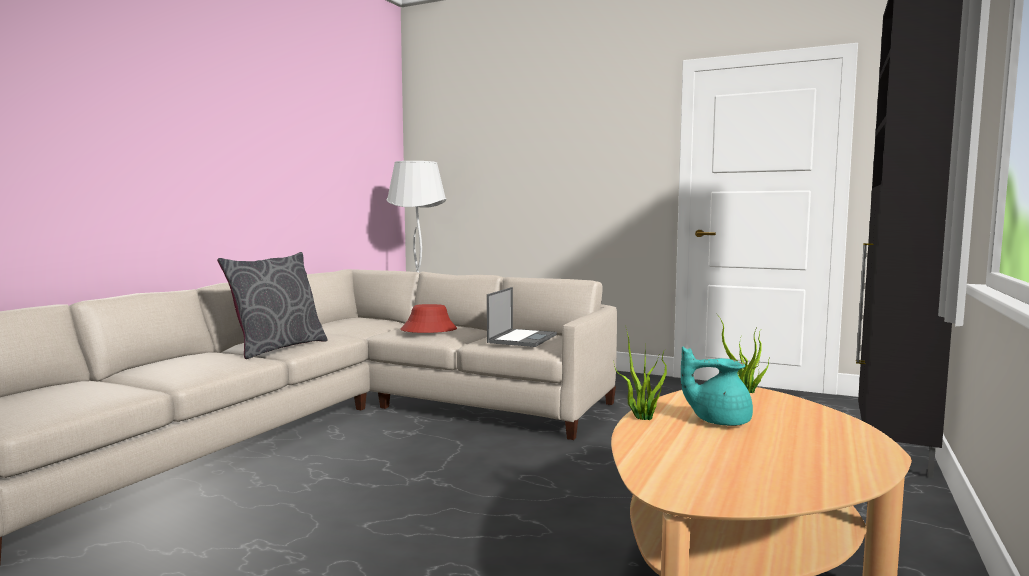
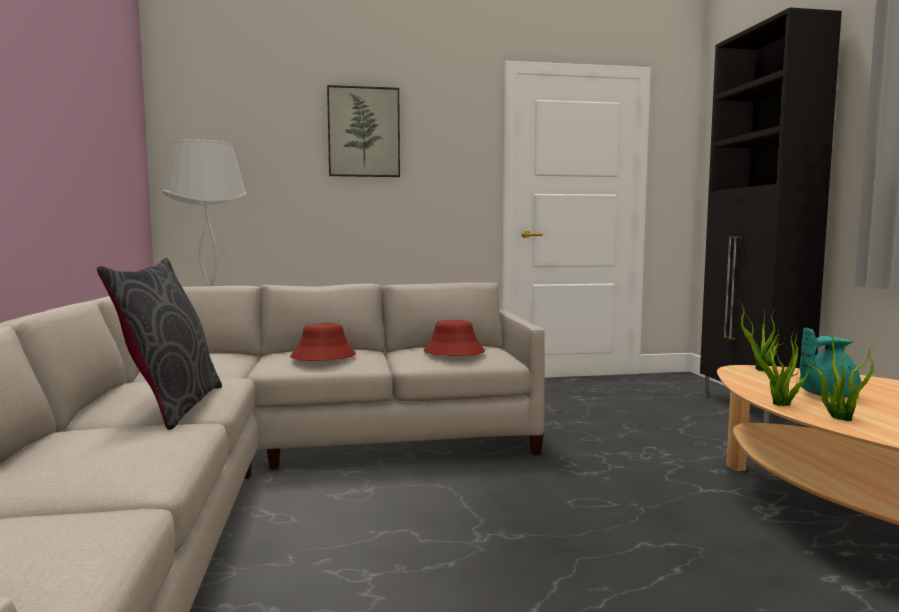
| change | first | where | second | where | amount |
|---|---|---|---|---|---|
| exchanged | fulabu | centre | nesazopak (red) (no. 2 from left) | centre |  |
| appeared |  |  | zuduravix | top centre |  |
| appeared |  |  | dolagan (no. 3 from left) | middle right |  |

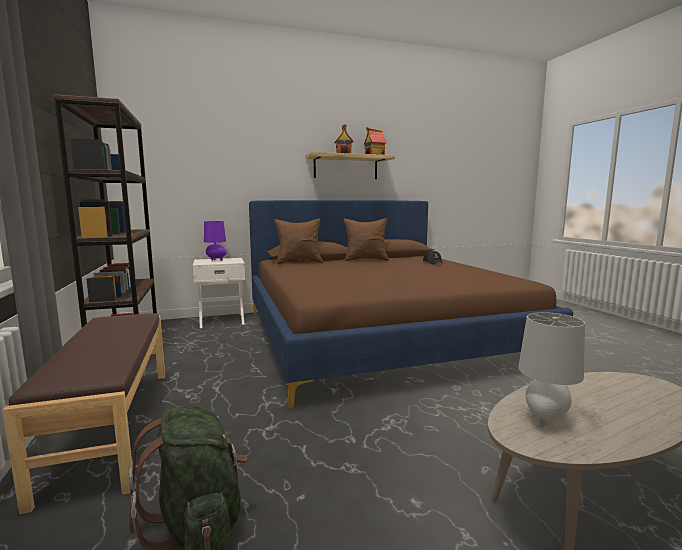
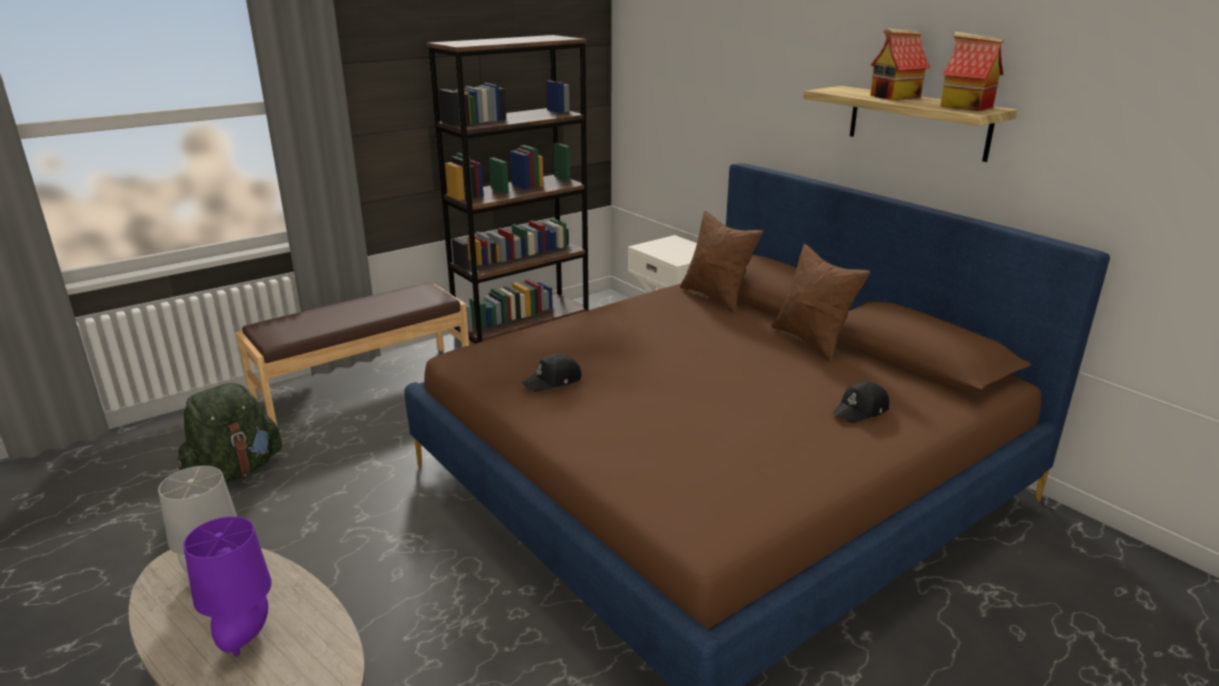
| change | first | where | second | where | amount |
|---|---|---|---|---|---|
| relocated | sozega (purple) | middle left |  | bottom left |  |
| appeared |  |  | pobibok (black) (no. 1 from left) | centre |  |

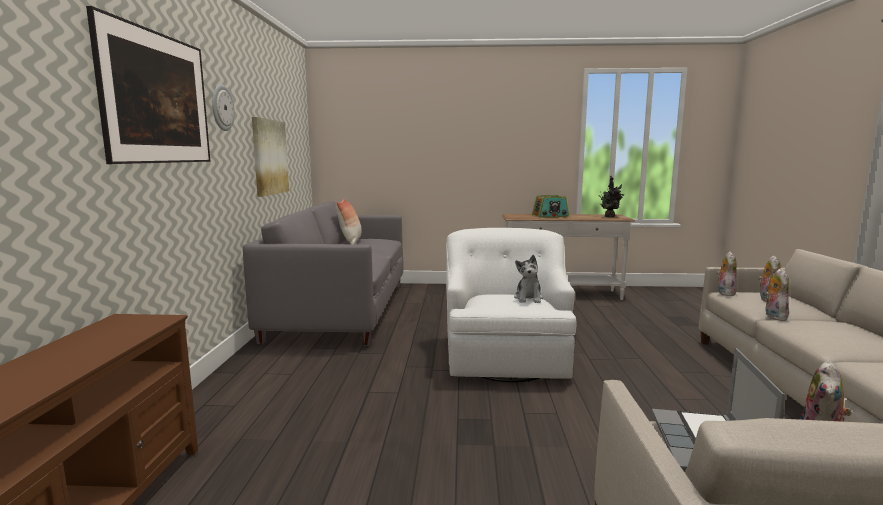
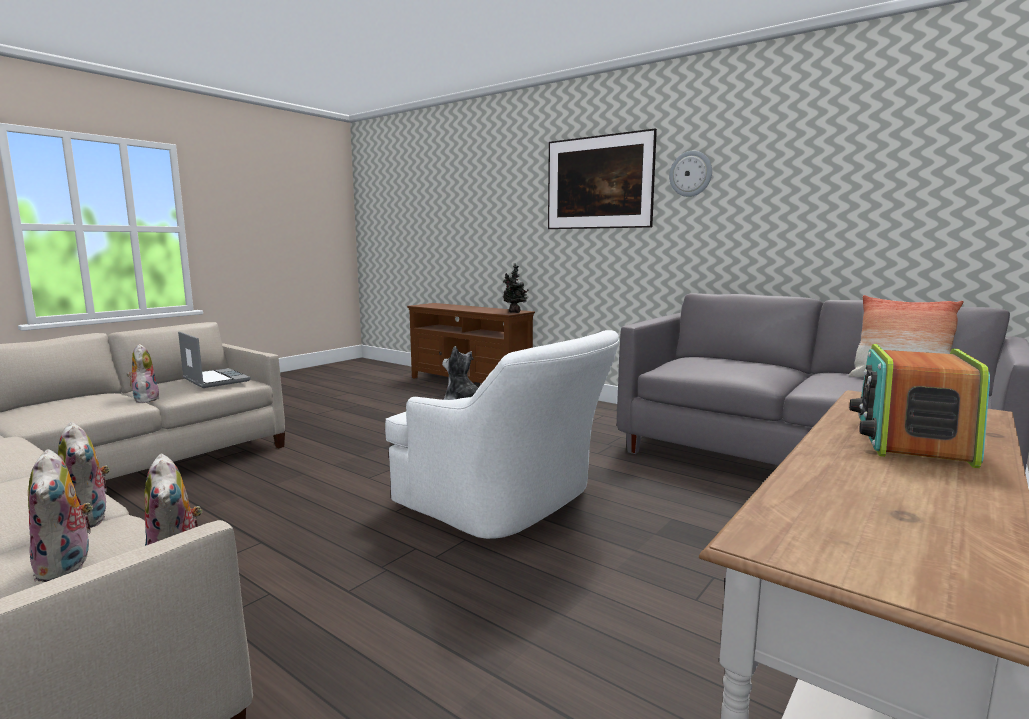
| change | first | where | second | where | amount |
|---|---|---|---|---|---|
| missing | zuduravix (no. 2 from left) | top left |  |  |  |
| relocated | dolagan | middle right |  | centre |  |

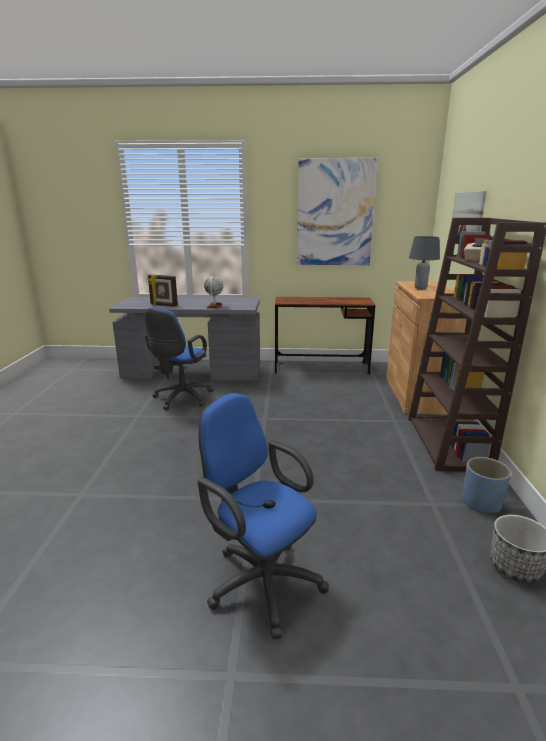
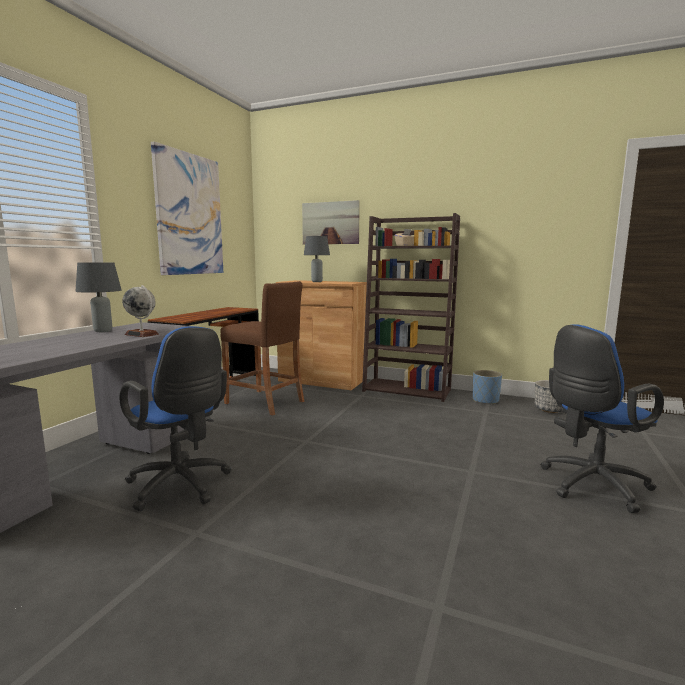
| change | first | where | second | where | amount |
|---|---|---|---|---|---|
| missing | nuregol | middle left |  |  |  |
| appeared |  |  | sozega (grey) (no. 1 from left) | middle left |  |
| appeared |  |  | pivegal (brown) | centre |  |

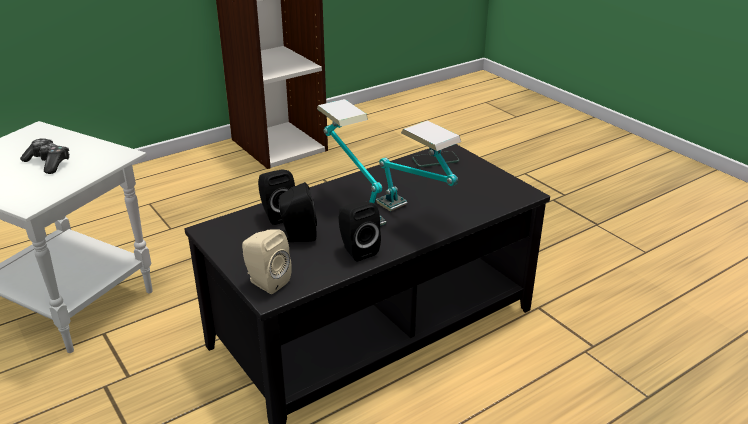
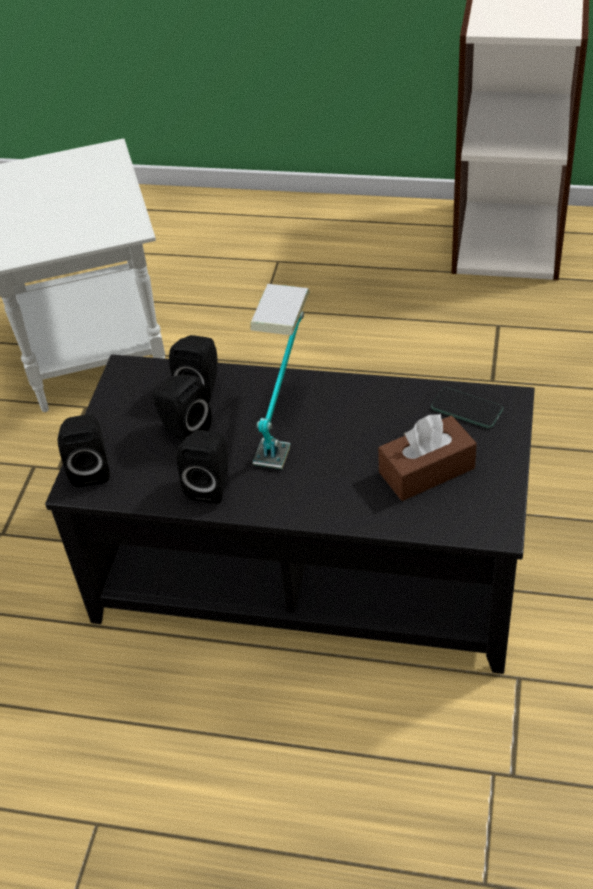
| change | first | where | second | where | amount |
|---|---|---|---|---|---|
| missing | sozega (no. 2 from left) | centre |  |  |  |
| missing | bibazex | middle left |  |  |  |
| colour | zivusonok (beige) | centre | zivusonok (black) (no. 1 from left) | middle left |  |
| appeared |  |  | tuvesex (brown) | middle right |  |

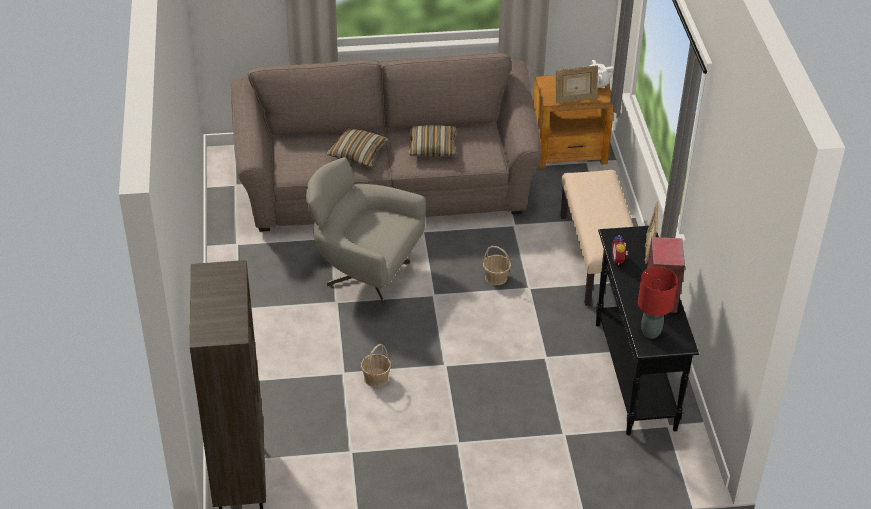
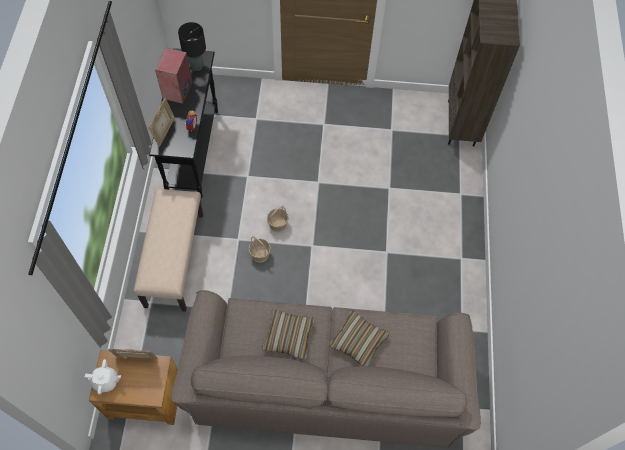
| change | first | where | second | where | amount |
|---|---|---|---|---|---|
| missing | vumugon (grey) | centre |  |  |  |
| colour | sozega (red) | middle right | sozega (black) | top left |  |
| relocated | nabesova (no. 1 from left in the first image) | bottom centre | nabesova (no. 2 from left) | centre |  |

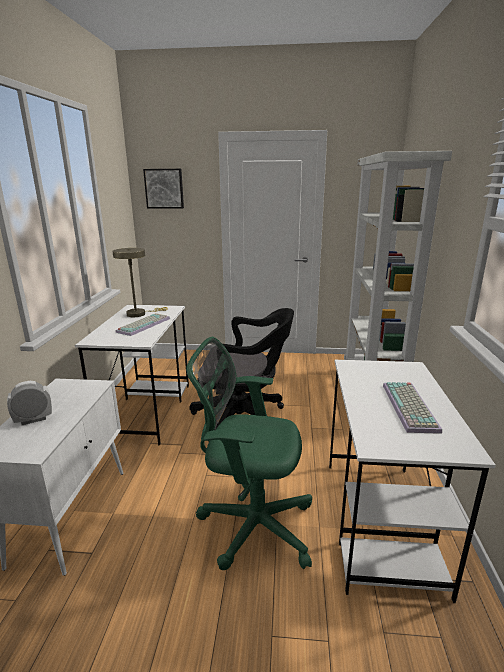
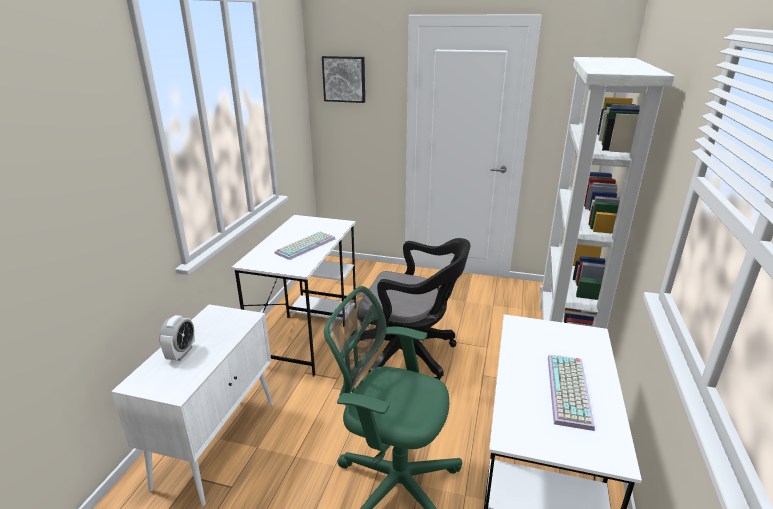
| change | first | where | second | where | amount |
|---|---|---|---|---|---|
| missing | sozega (beige) | middle left |  |  |  |
| spun | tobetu | middle left |  | middle left | 120 degrees clockwise |

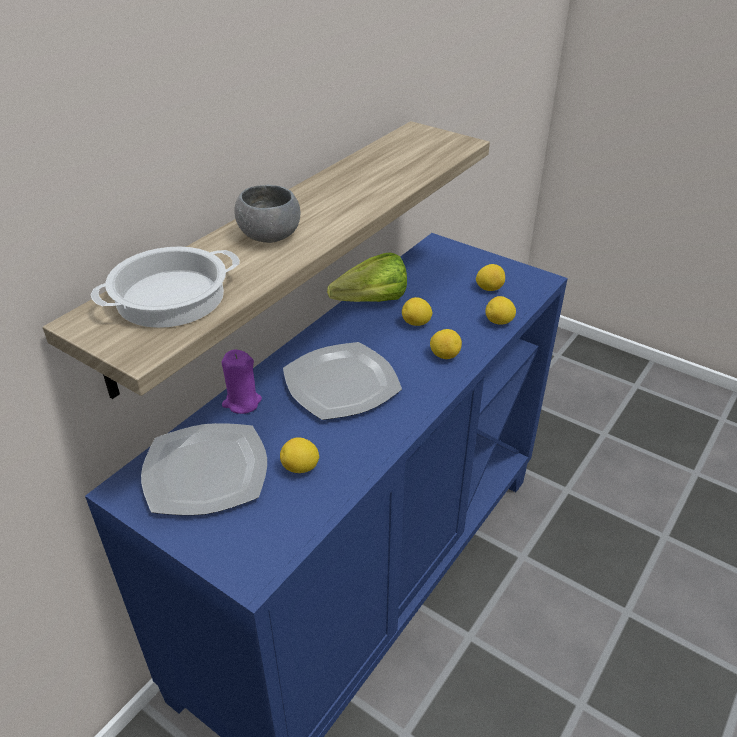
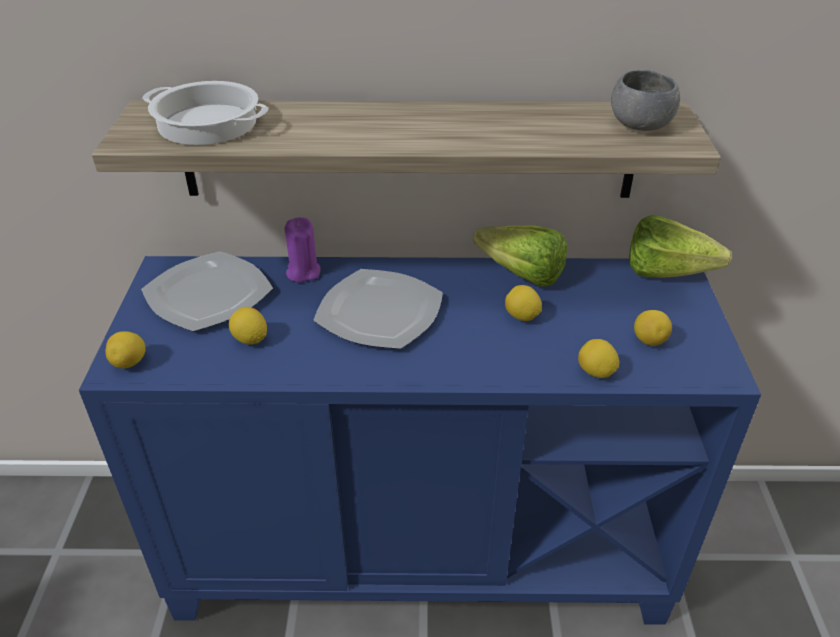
| change | first | where | second | where | amount |
|---|---|---|---|---|---|
| relocated | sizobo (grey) | top centre |  | top right |  |
| relocated | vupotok (no. 3 from left in the first image) | centre | vupotok (no. 1 from left) | middle left |  |
| appeared |  |  | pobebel (no. 2 from left) | middle right |  |

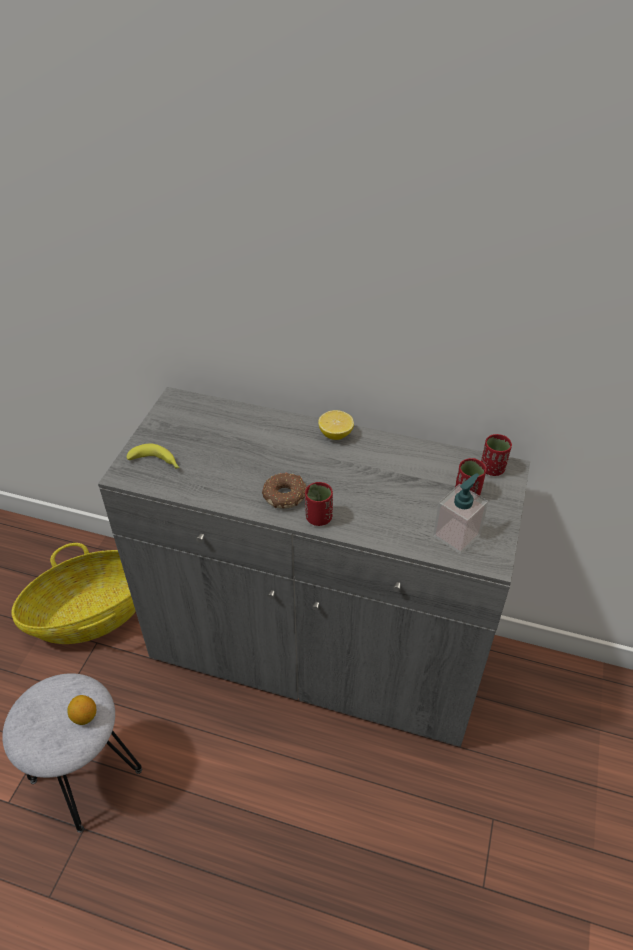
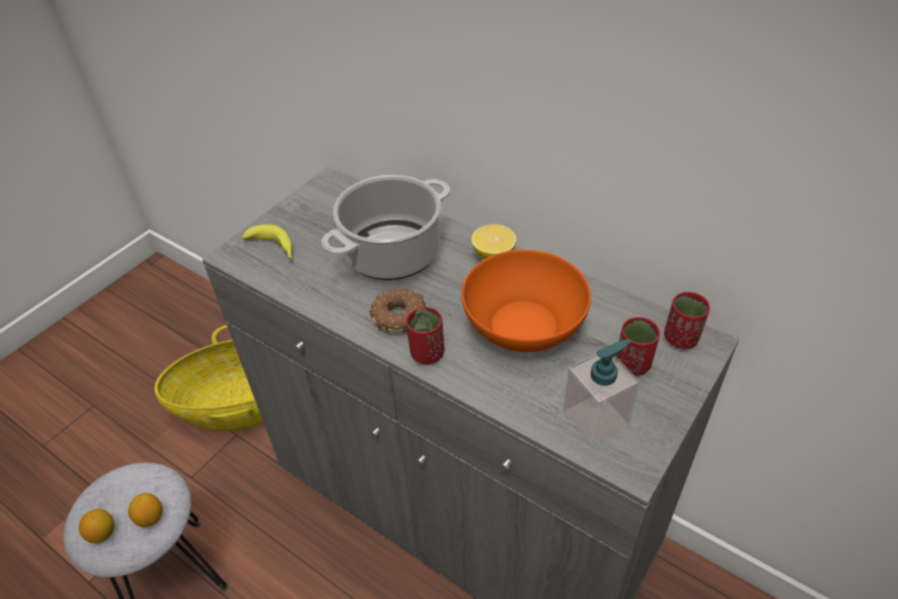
| change | first | where | second | where | amount |
|---|---|---|---|---|---|
| appeared |  |  | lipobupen | centre |  |
| appeared |  |  | sizobo (orange) | centre |  |
| appeared |  |  | vupotok (no. 1 from left) | bottom left |  |

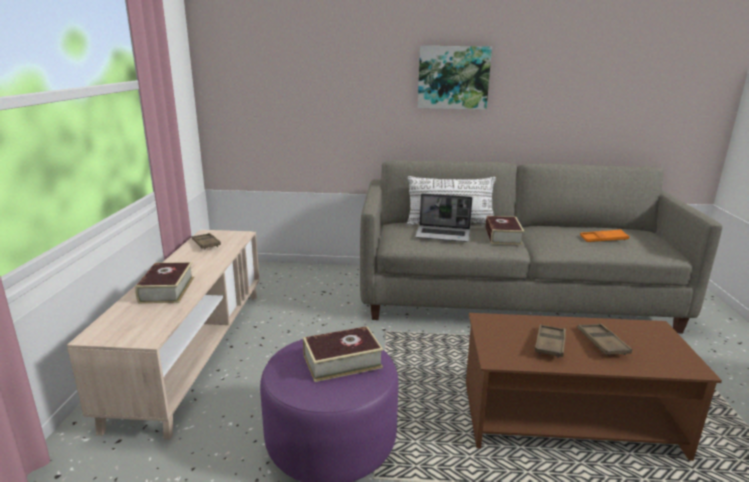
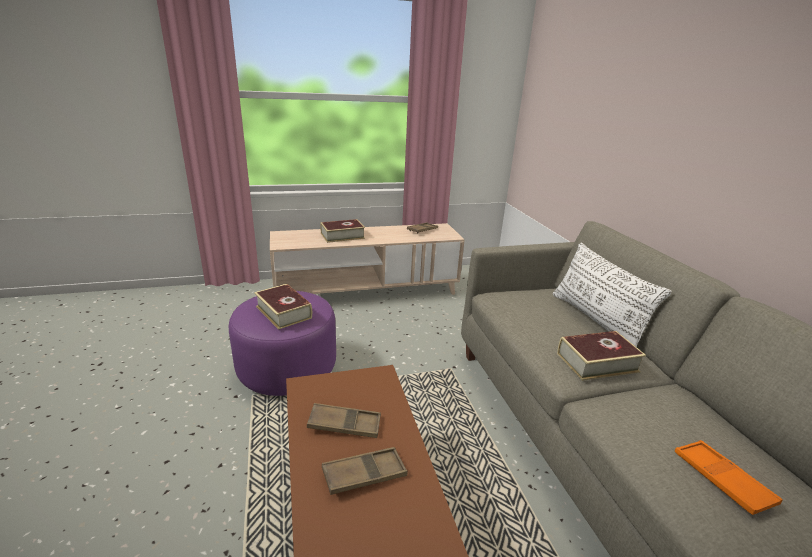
| change | first | where | second | where | amount |
|---|---|---|---|---|---|
| missing | zuduravix | top centre |  |  |  |
| missing | fulabu | centre |  |  |  |

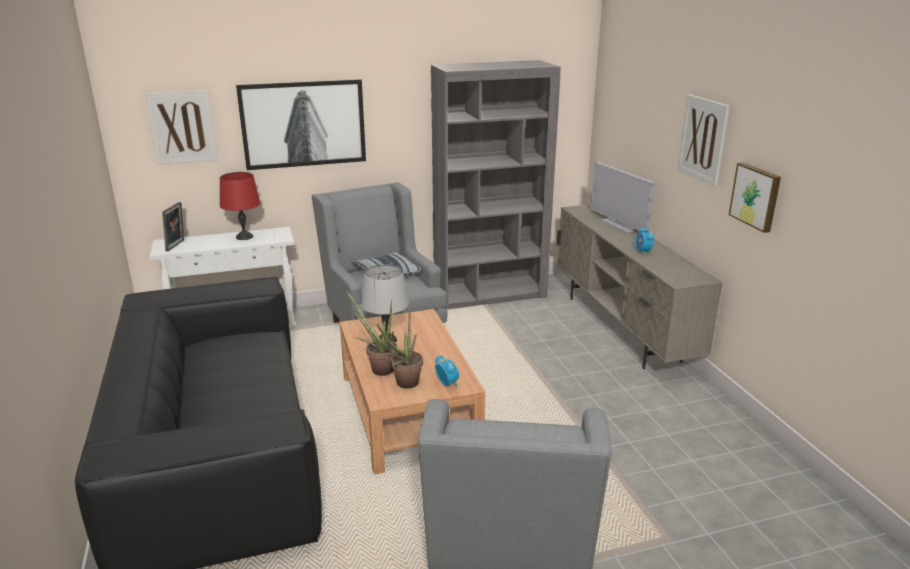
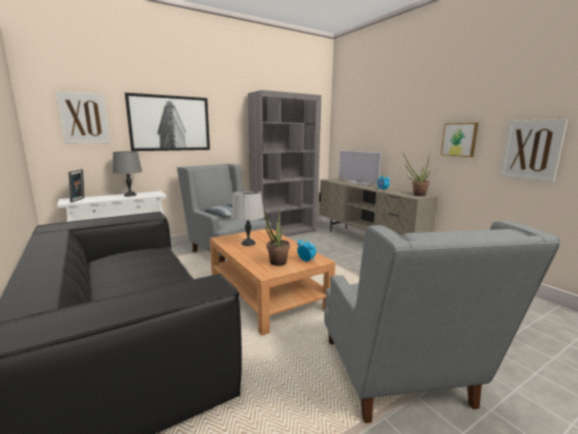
| change | first | where | second | where | amount |
|---|---|---|---|---|---|
| relocated | zuduravix (no. 3 from left in the first image) | top right | zuduravix (no. 4 from left) | middle right |  |
| colour | sozega (red) | middle left | sozega (grey) (no. 1 from left) | middle left |  |
| relocated | dolagan (no. 1 from left in the first image) | centre | dolagan (no. 2 from left) | middle right |  |

